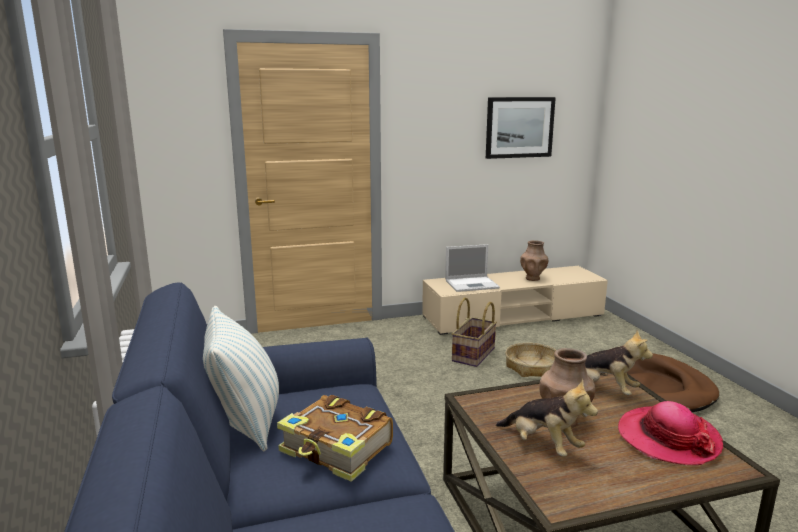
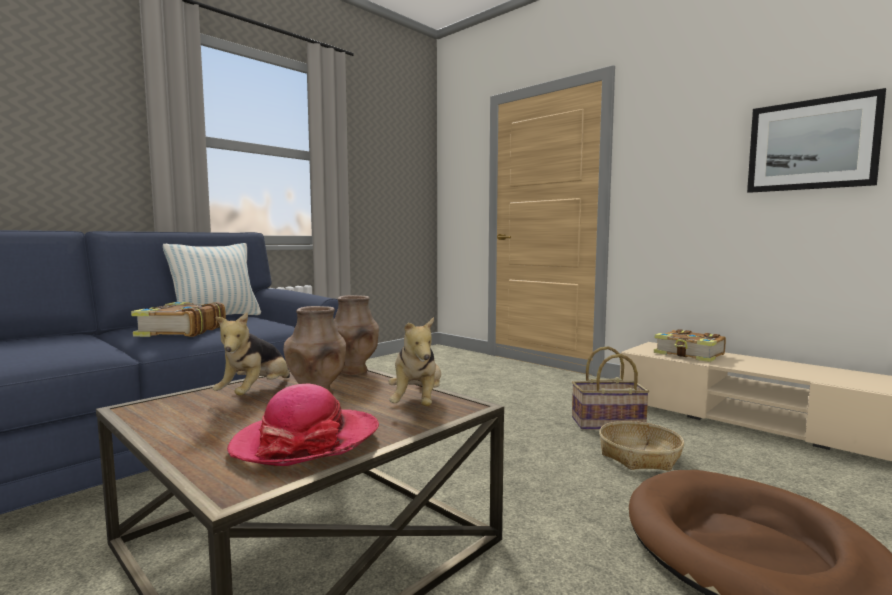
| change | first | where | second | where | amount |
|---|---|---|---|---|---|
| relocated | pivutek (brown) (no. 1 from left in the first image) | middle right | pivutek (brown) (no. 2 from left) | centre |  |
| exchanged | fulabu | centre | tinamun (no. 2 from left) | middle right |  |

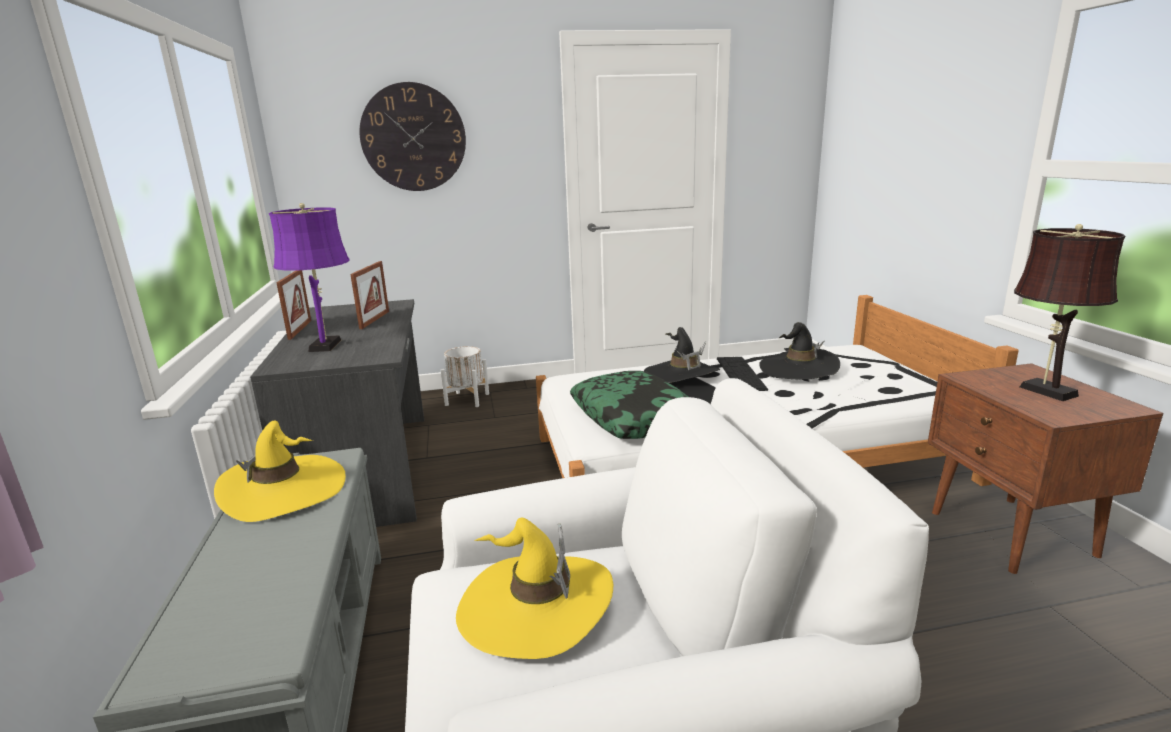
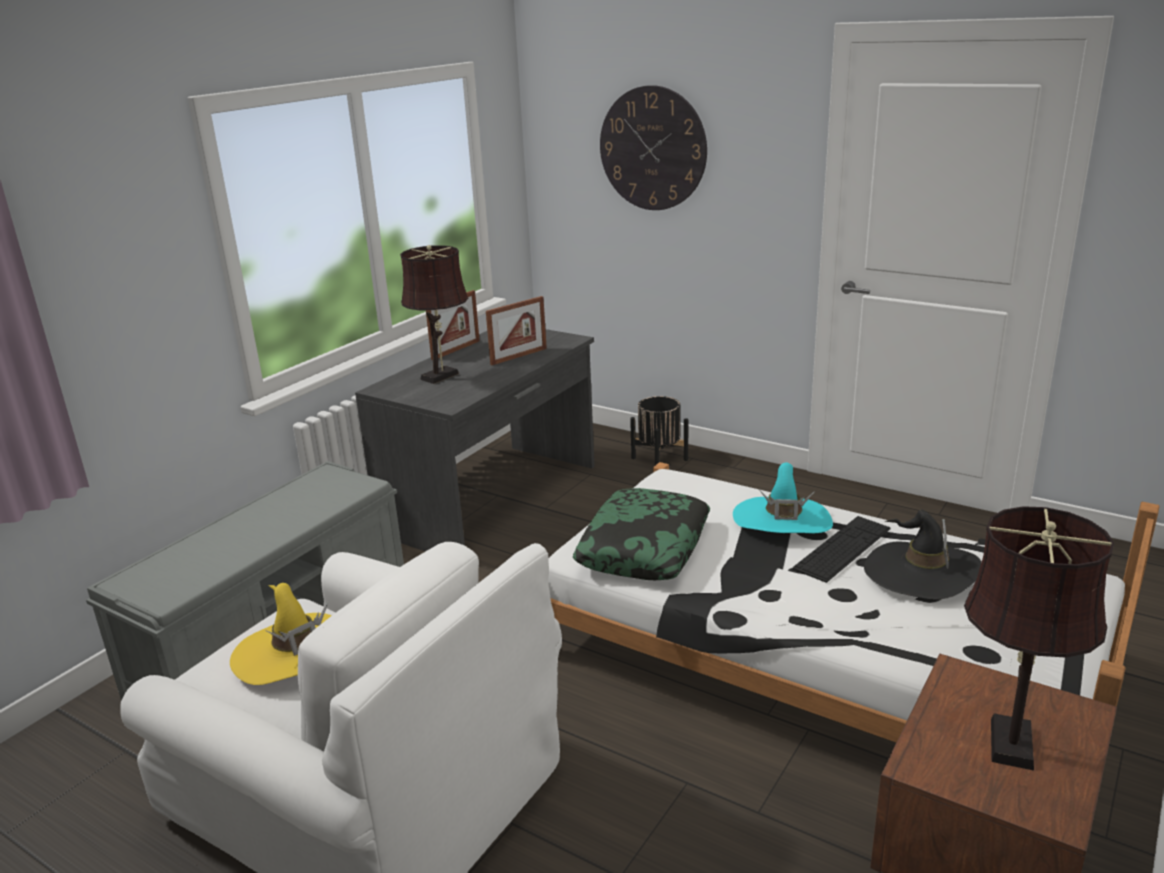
| change | first | where | second | where | amount |
|---|---|---|---|---|---|
| colour | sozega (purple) | middle left | sozega (brown) (no. 1 from left) | centre |  |
| colour | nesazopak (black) (no. 1 from left) | centre | nesazopak (turquoise) | middle right |  |
| colour | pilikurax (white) | centre | pilikurax (black) | centre |  |
| missing | nesazopak (yellow) (no. 1 from left) | middle left |  |  |  |

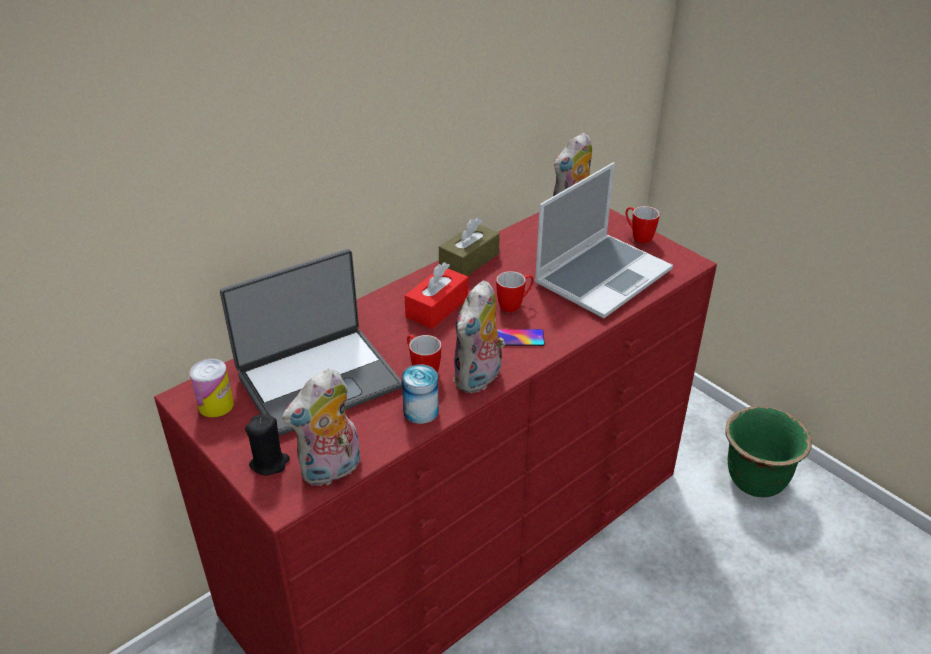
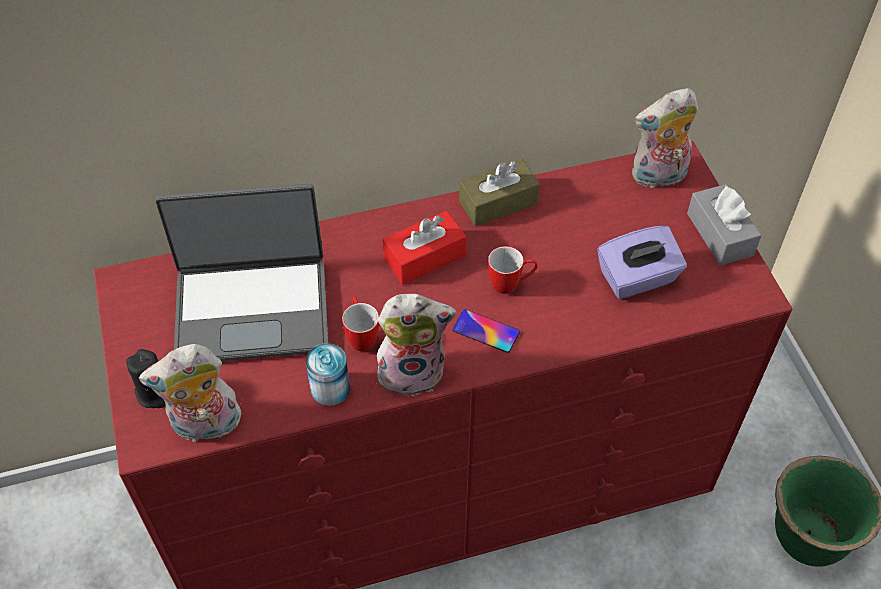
| change | first | where | second | where | amount |
|---|---|---|---|---|---|
| exchanged | fulabu (no. 2 from left) | centre | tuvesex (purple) | middle right |  |
| exchanged | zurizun (no. 3 from left) | middle right | tuvesex (grey) | middle right |  |
| spun | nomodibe (no. 2 from left) | centre |  | centre | 150 degrees counterclockwise |
| missing | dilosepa (no. 1 from left) | middle left |  |  |  |

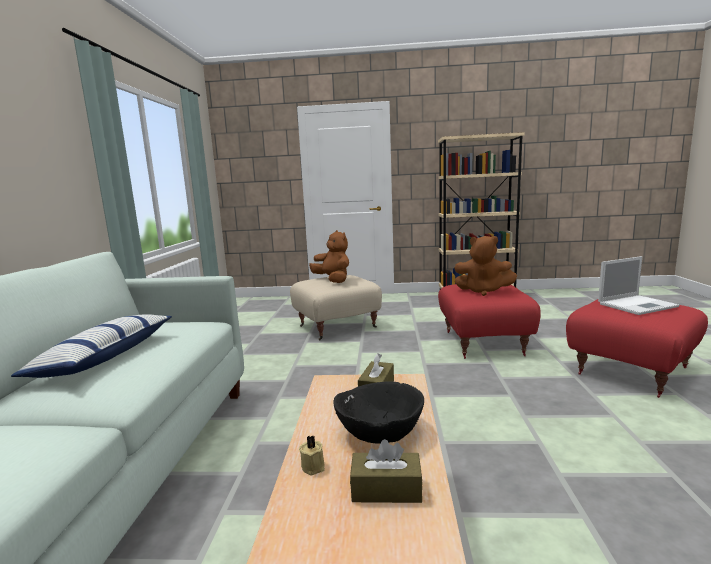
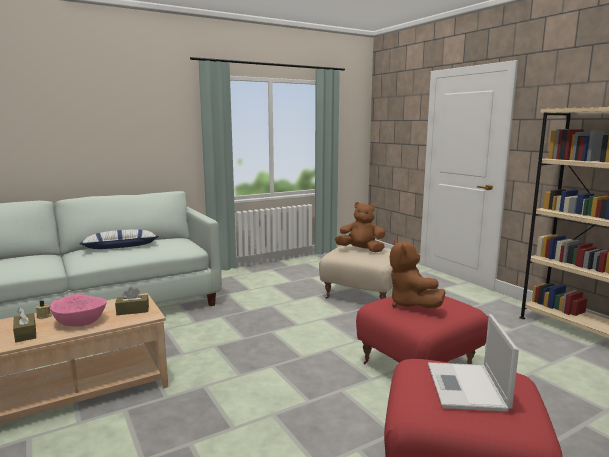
| change | first | where | second | where | amount |
|---|---|---|---|---|---|
| spun | nomodibe (brown) (no. 1 from left) | centre |  | centre | 90 degrees counterclockwise |
| spun | fulabu | middle right |  | bottom right | 60 degrees clockwise |
| colour | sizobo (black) | bottom centre | sizobo (pink) | bottom left |  |

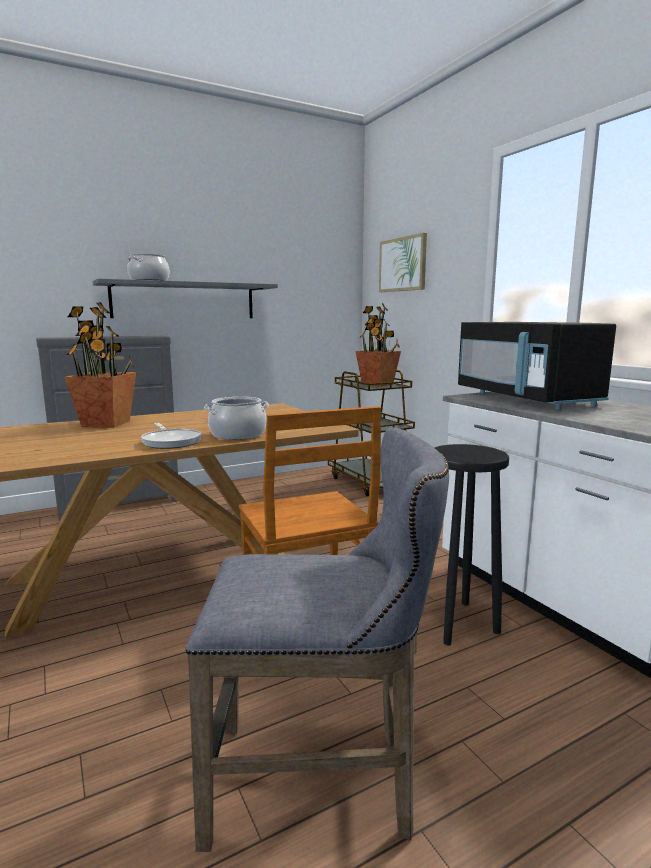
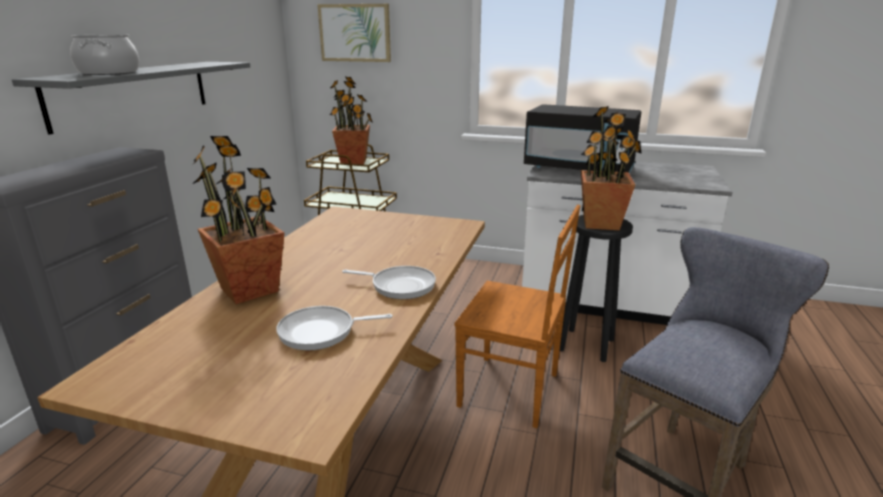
| change | first | where | second | where | amount |
|---|---|---|---|---|---|
| missing | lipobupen (no. 2 from left) | centre |  |  |  |
| appeared |  |  | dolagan (no. 3 from left) | middle right |  |
| appeared |  |  | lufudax (no. 1 from left) | centre |  |

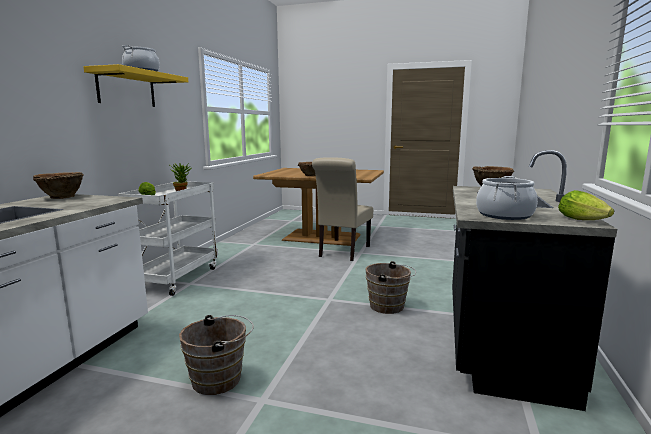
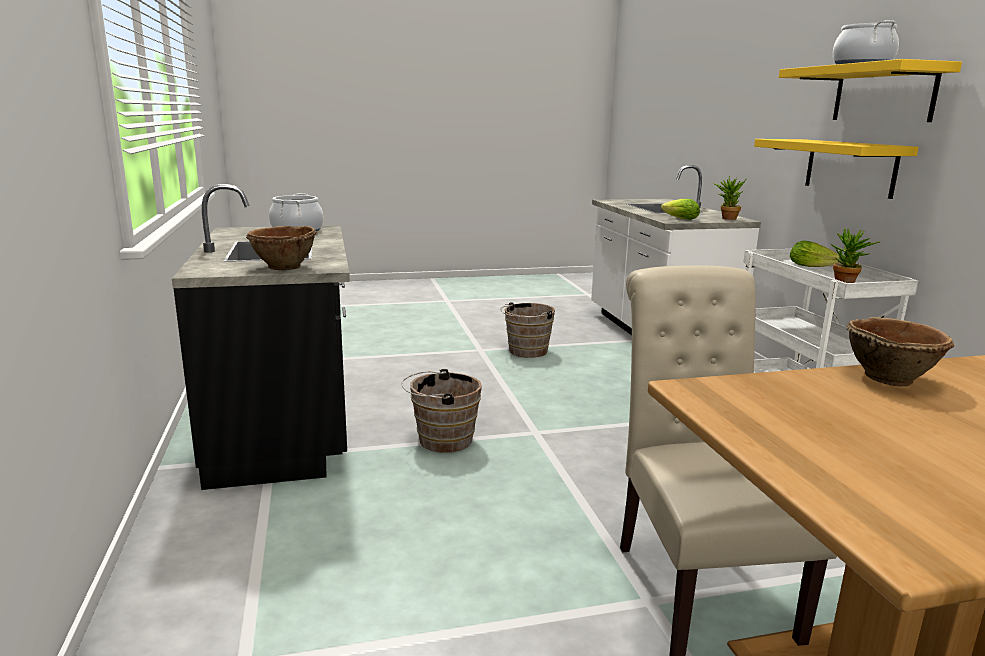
| change | first | where | second | where | amount |
|---|---|---|---|---|---|
| exchanged | sizobo (brown) (no. 1 from left) | middle left | dolagan (no. 1 from left) | top right |  |
| relocated | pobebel (no. 2 from left in the first image) | middle right | pobebel (no. 1 from left) | top right |  |
| appeared |  |  | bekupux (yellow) (no. 1 from left) | top right |  |

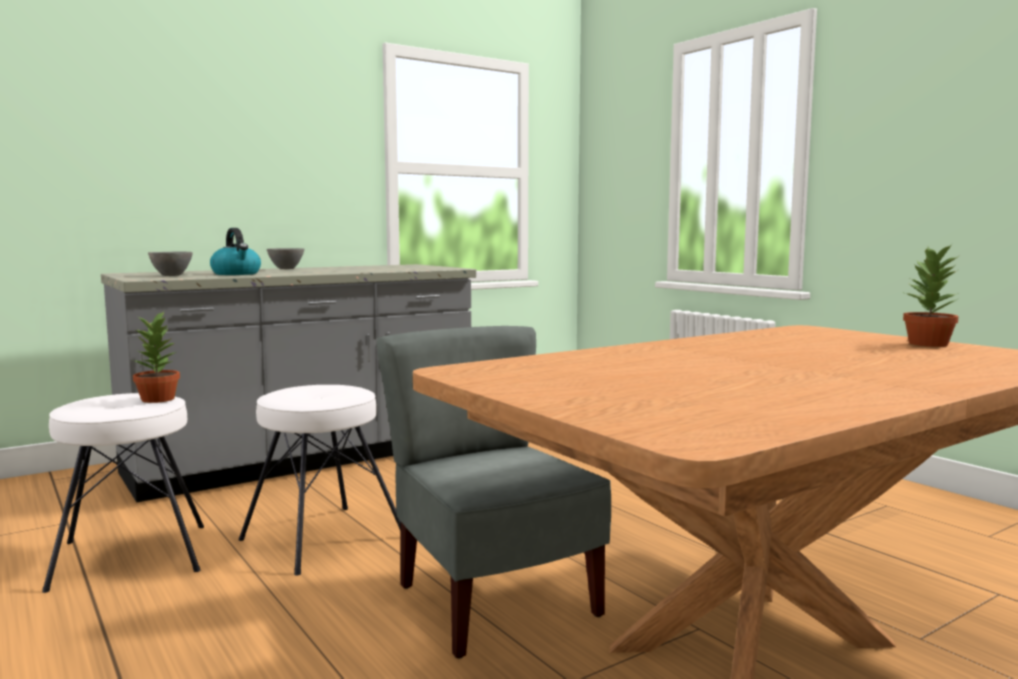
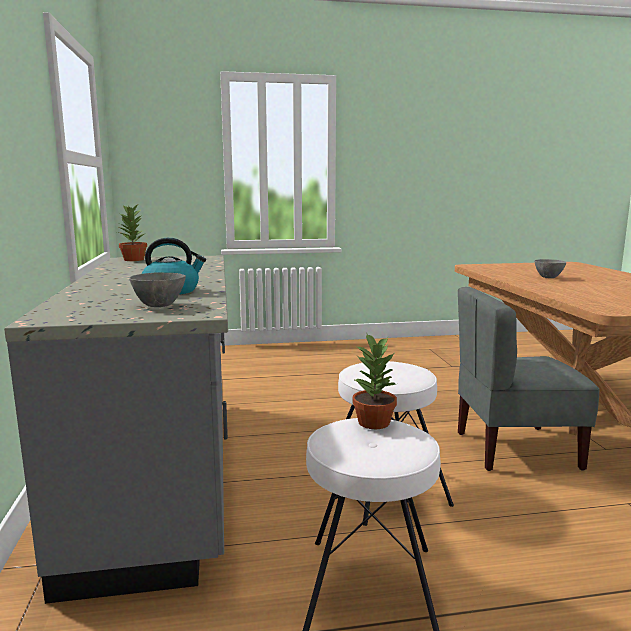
| change | first | where | second | where | amount |
|---|---|---|---|---|---|
| relocated | dolagan (no. 2 from left in the first image) | middle right | dolagan (no. 1 from left) | middle left |  |
| relocated | sizobo (grey) (no. 2 from left) | middle left |  | middle right |  |

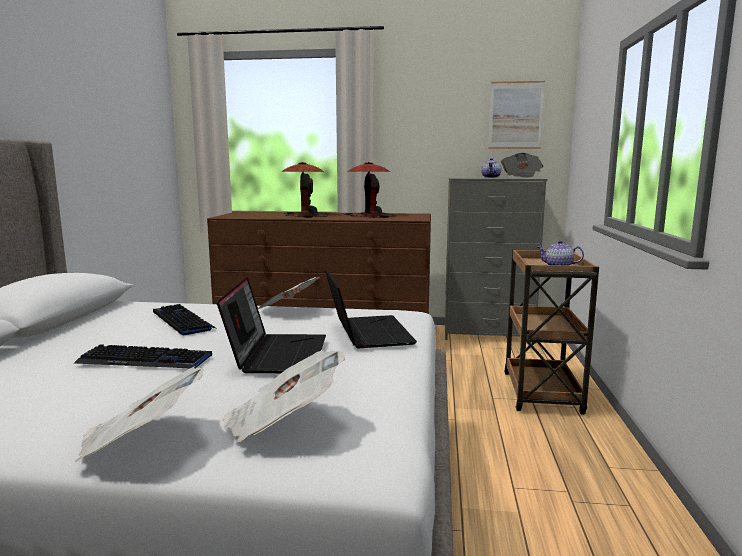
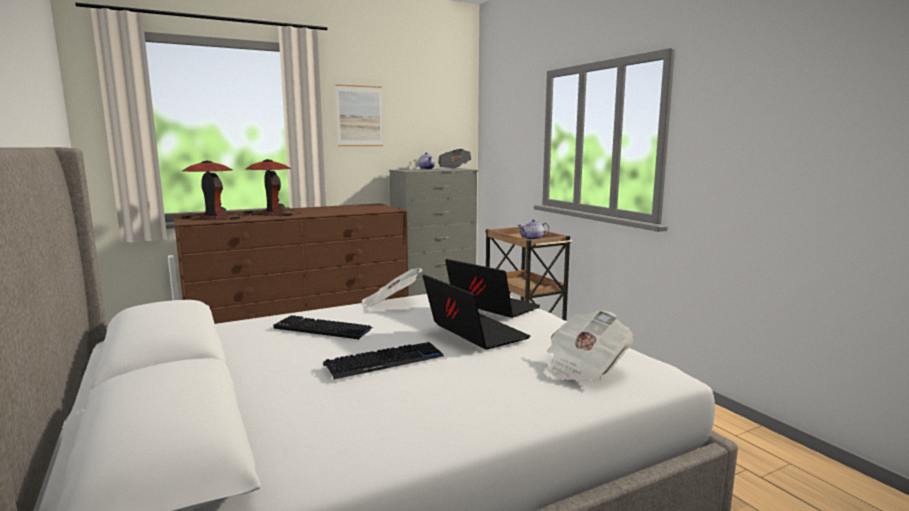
| change | first | where | second | where | amount |
|---|---|---|---|---|---|
| relocated | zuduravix | top right |  | top centre |  |
| relocated | sozega (no. 2 from left in the first image) | centre | sozega (no. 1 from left) | middle left |  |
| missing | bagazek (no. 1 from left) | bottom left |  |  |  |

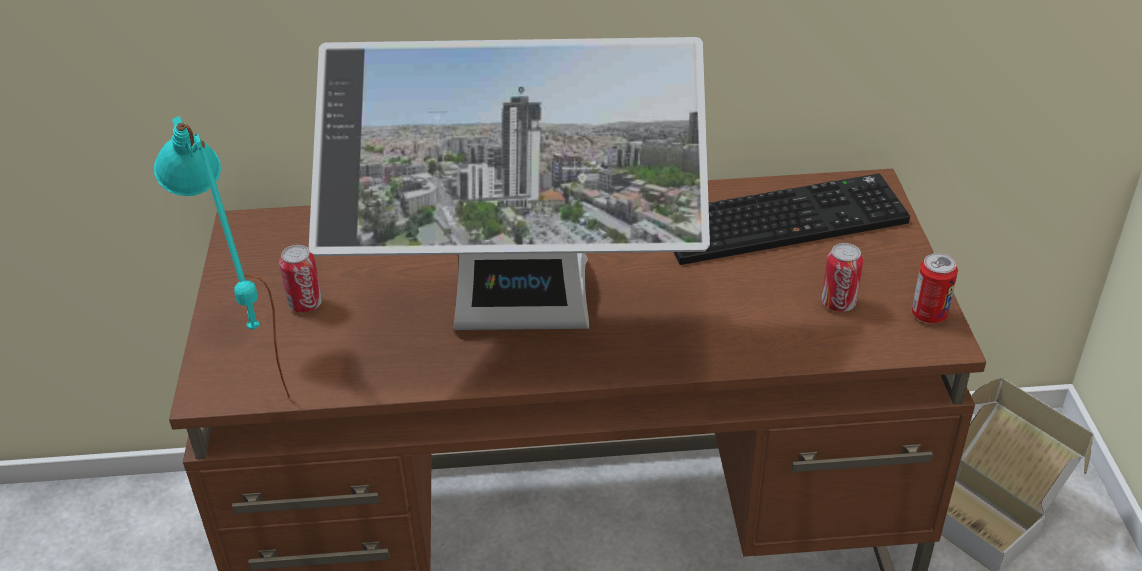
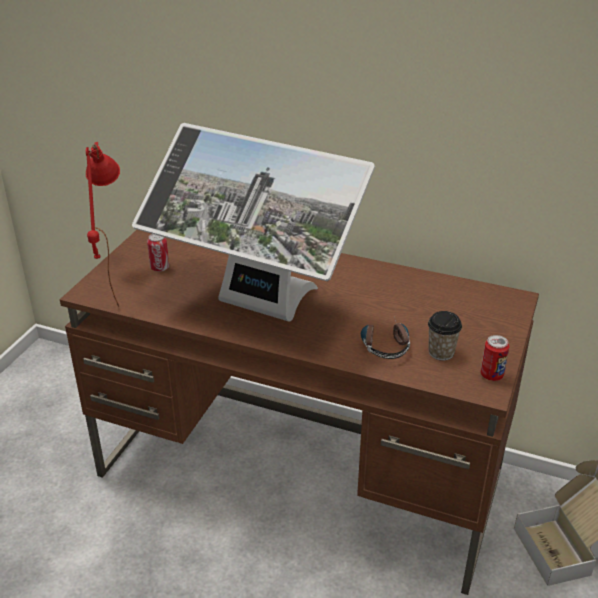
| change | first | where | second | where | amount |
|---|---|---|---|---|---|
| colour | sozega (turquoise) | middle left | sozega (red) | middle left |  |
| missing | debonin | middle right |  |  |  |
| exchanged | dilosepa (no. 2 from left) | middle right | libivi | middle right |  |
| appeared |  |  | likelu | centre |  |

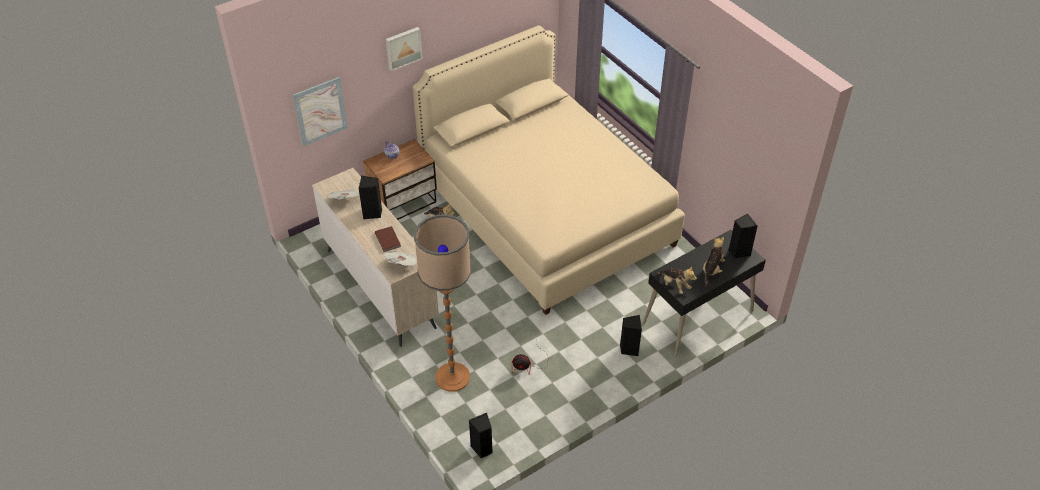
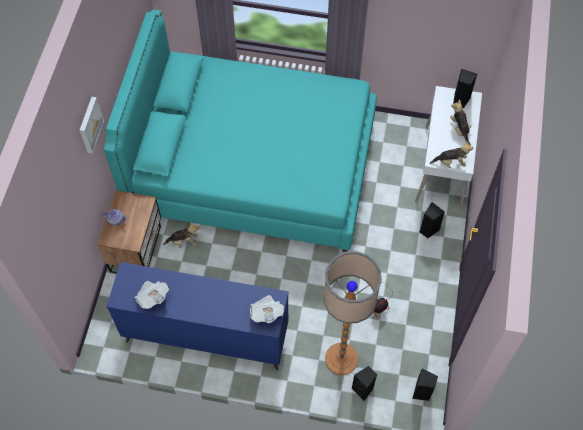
| change | first | where | second | where | amount |
|---|---|---|---|---|---|
| colour | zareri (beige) | centre | zareri (turquoise) | top centre |  |
| missing | zuduravix (no. 1 from left) | top left |  |  |  |
| colour | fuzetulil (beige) | centre | fuzetulil (blue) | bottom centre |  |
| relocated | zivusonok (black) (no. 1 from left) | centre |  | bottom centre |  |
| missing | tinamun (brown) | centre |  |  |  |
| colour | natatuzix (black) | middle right | natatuzix (white) | middle right |  |

